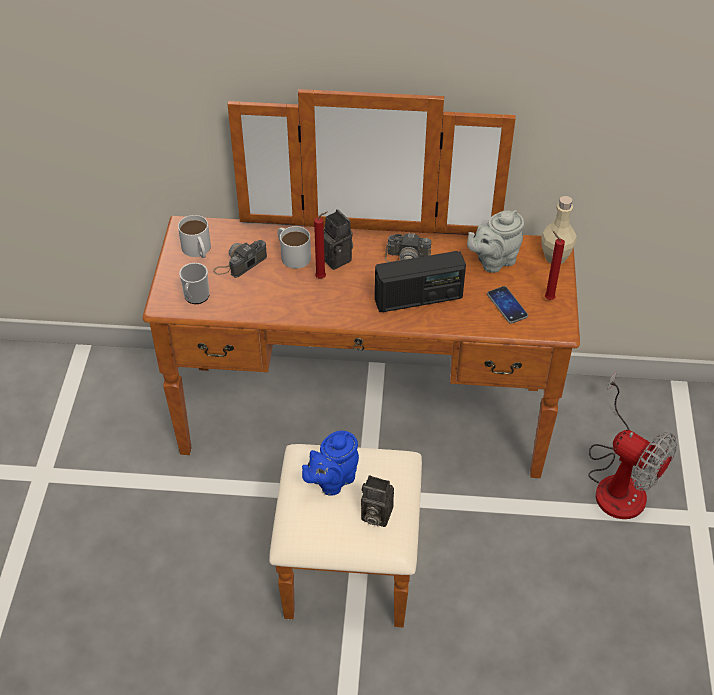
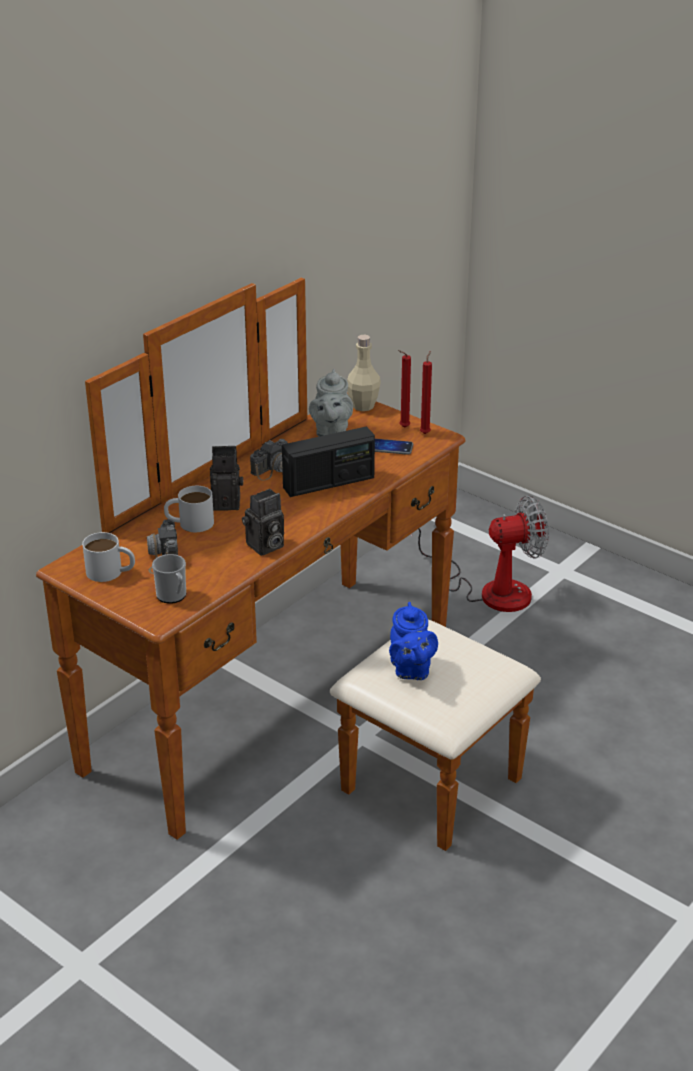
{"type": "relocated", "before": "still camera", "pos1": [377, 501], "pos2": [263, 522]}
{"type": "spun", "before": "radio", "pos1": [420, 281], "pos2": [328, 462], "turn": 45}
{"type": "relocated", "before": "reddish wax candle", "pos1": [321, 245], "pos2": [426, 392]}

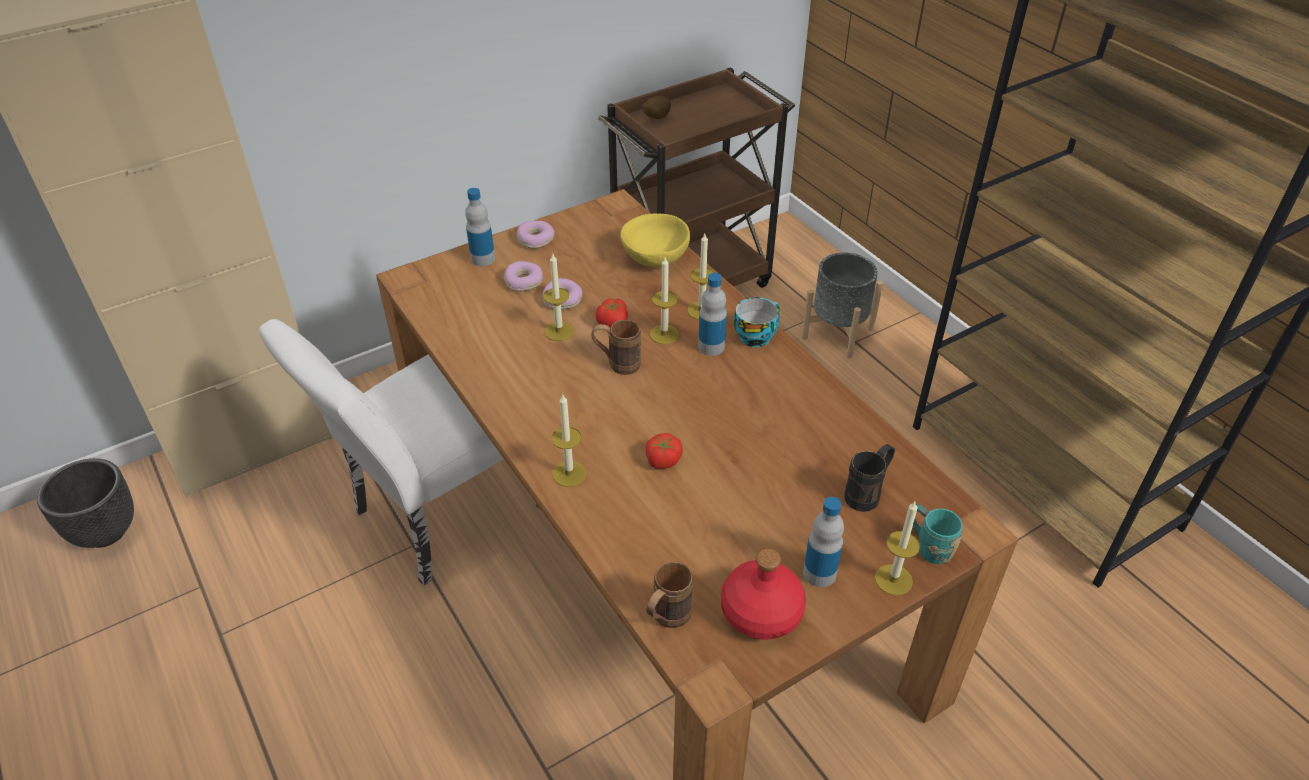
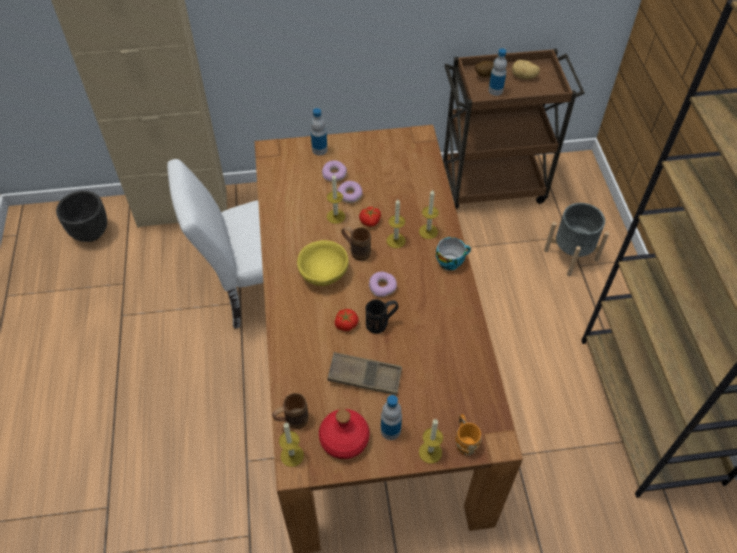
{"type": "relocated", "before": "wax candle", "pos1": [569, 441], "pos2": [291, 444]}
{"type": "relocated", "before": "yellowish serving bowl", "pos1": [655, 240], "pos2": [323, 263]}
{"type": "appeared", "after": "brownish tray", "pos2": [364, 374]}
{"type": "relocated", "before": "black tea mug", "pos1": [869, 478], "pos2": [381, 316]}
{"type": "relocated", "before": "ring doughnut", "pos1": [535, 235], "pos2": [383, 284]}
{"type": "colour", "before": "turquoise-coloured tea mug", "after": "orangey tea mug", "pos1": [937, 534], "pos2": [468, 435]}
{"type": "relocated", "before": "beverage bottle", "pos1": [712, 314], "pos2": [497, 72]}
{"type": "appeared", "after": "potato", "pos2": [526, 69]}

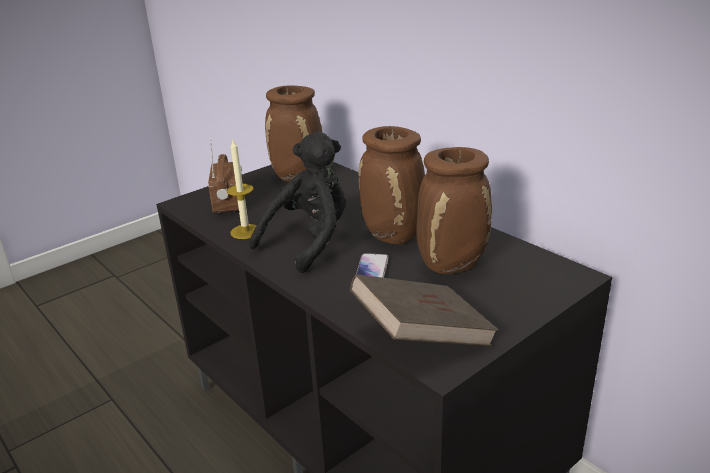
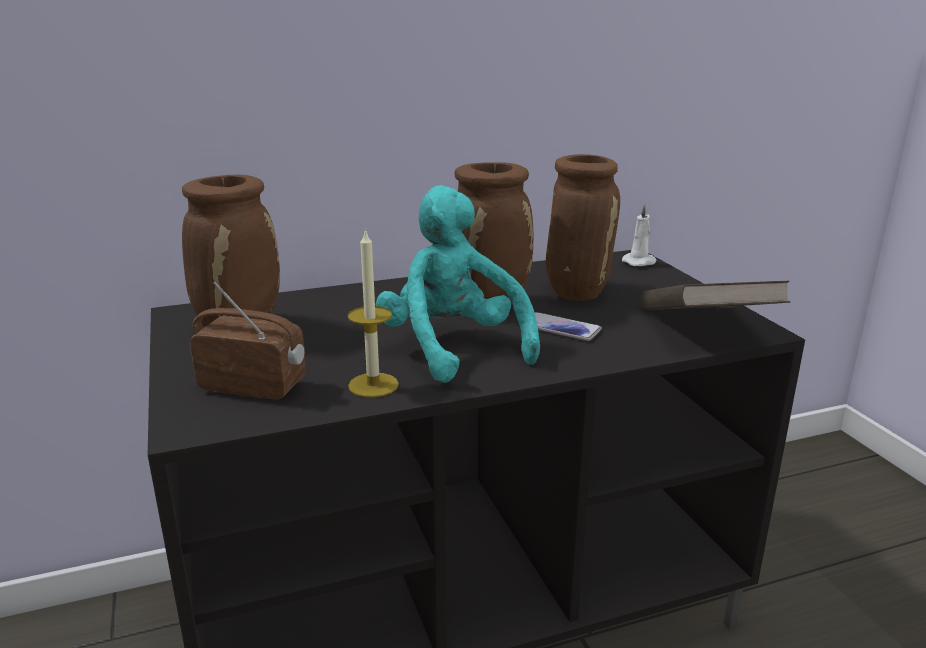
{"type": "colour", "before": "black soft toy", "after": "turquoise-coloured soft toy", "pos1": [297, 202], "pos2": [457, 284]}
{"type": "appeared", "after": "white-coloured wax candle", "pos2": [639, 235]}

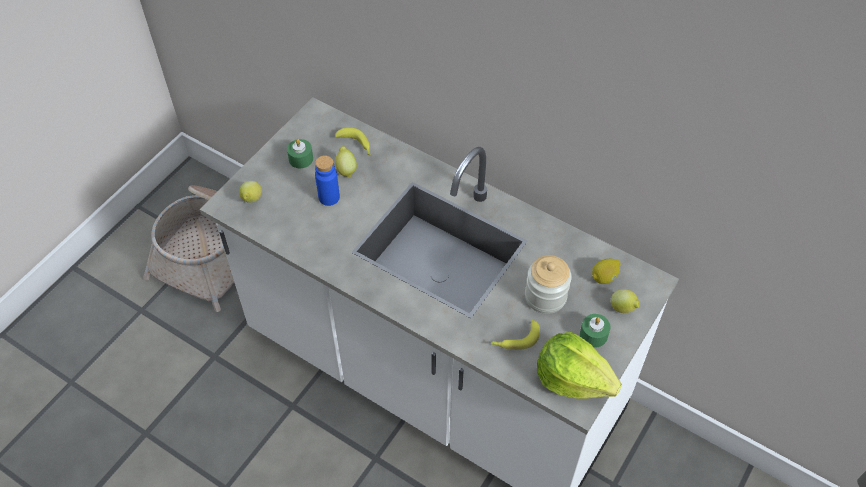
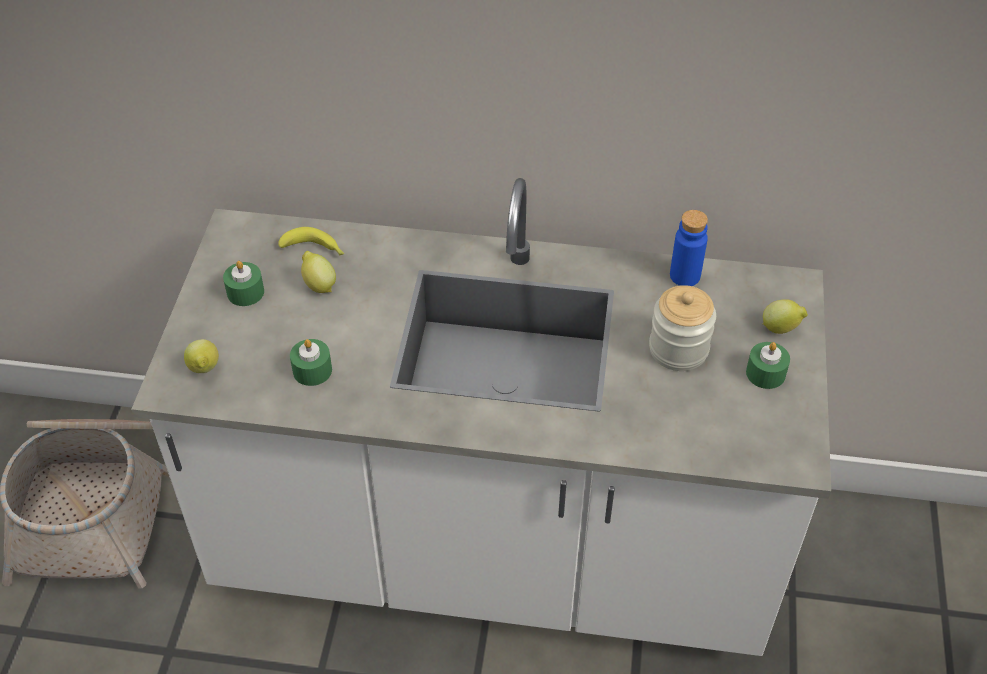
{"type": "appeared", "after": "green-coloured wax candle", "pos2": [311, 362]}
{"type": "relocated", "before": "blue-coloured beverage bottle", "pos1": [327, 180], "pos2": [689, 248]}
{"type": "missing", "before": "whole banana", "pos1": [515, 335]}
{"type": "missing", "before": "lettuce head", "pos1": [579, 365]}
{"type": "missing", "before": "citrus fruit", "pos1": [606, 271]}

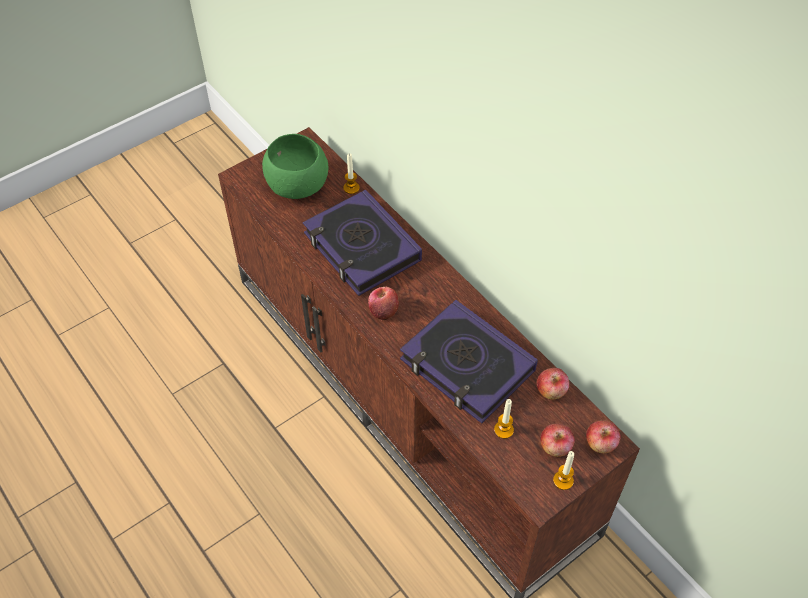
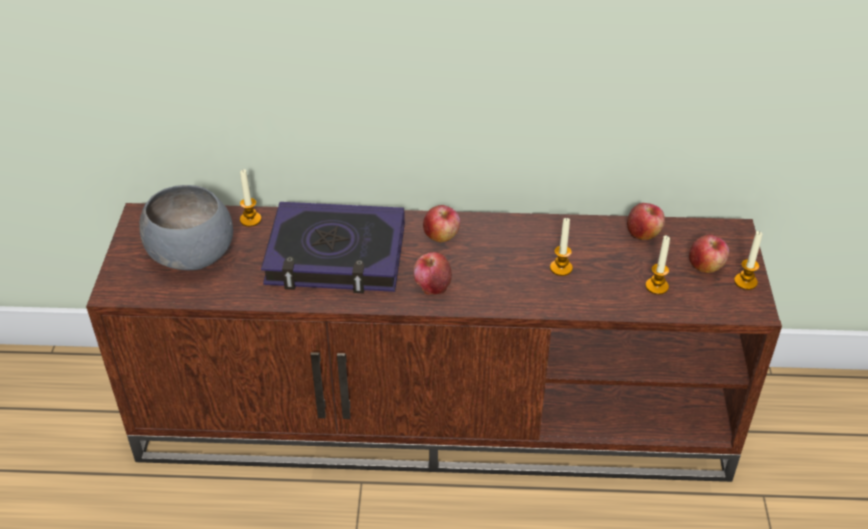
{"type": "colour", "before": "green-coloured serving bowl", "after": "grey serving bowl", "pos1": [295, 166], "pos2": [186, 227]}
{"type": "relocated", "before": "apple fruit", "pos1": [603, 436], "pos2": [441, 224]}
{"type": "exchanged", "before": "volume", "after": "wax candle", "pos1": [469, 361], "pos2": [561, 247]}

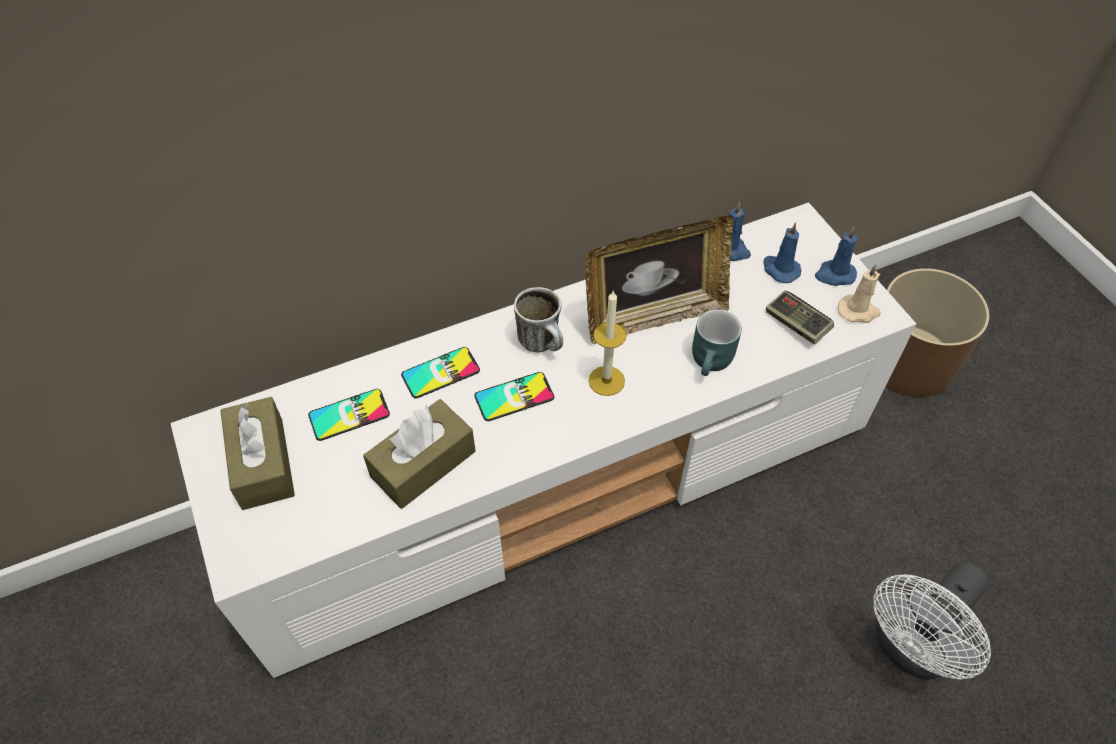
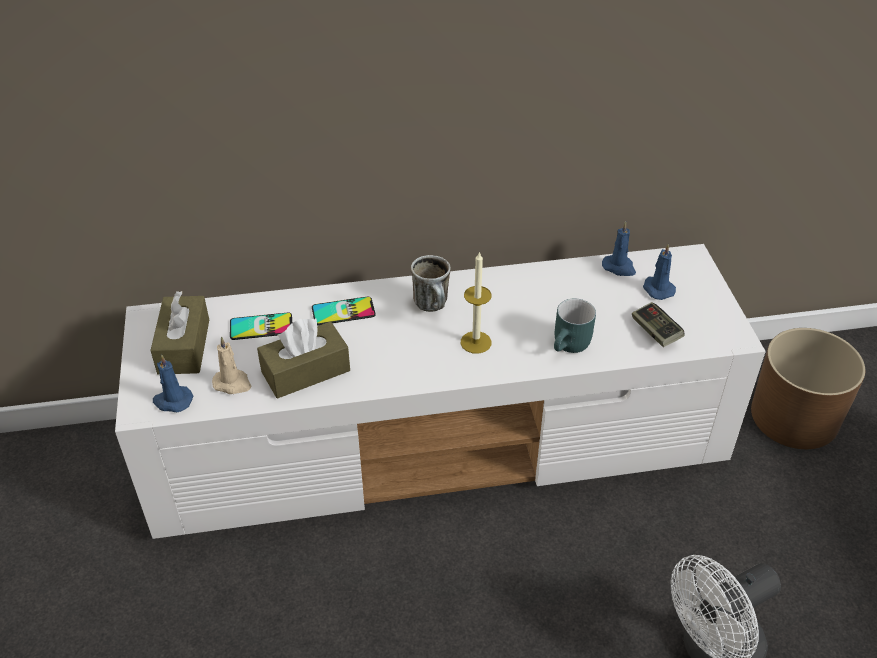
{"type": "relocated", "before": "blue-coloured wax candle", "pos1": [836, 256], "pos2": [173, 383]}
{"type": "relocated", "before": "beige wax candle", "pos1": [859, 293], "pos2": [231, 365]}
{"type": "missing", "before": "telephone", "pos1": [514, 396]}
{"type": "missing", "before": "picture frame", "pos1": [659, 280]}

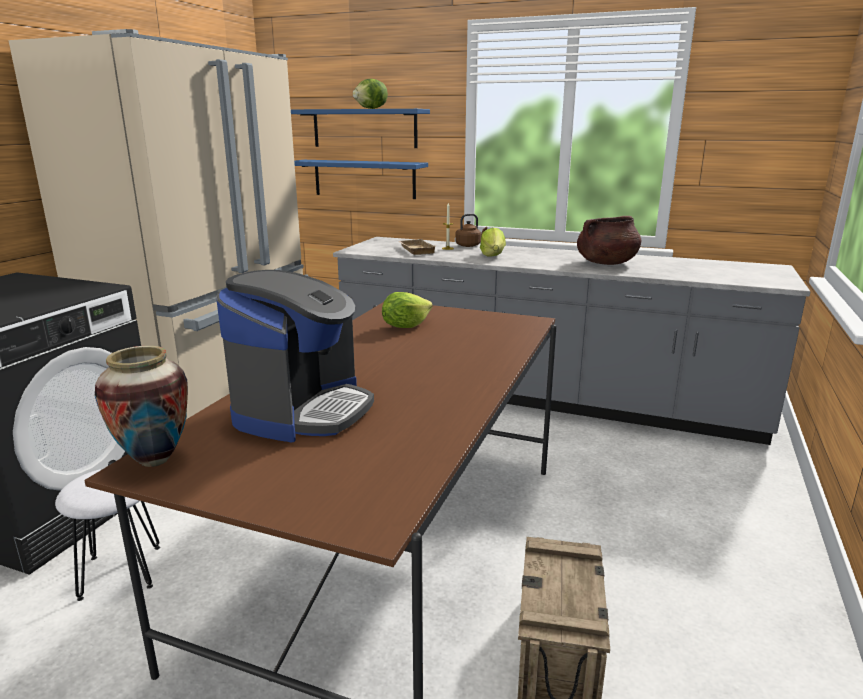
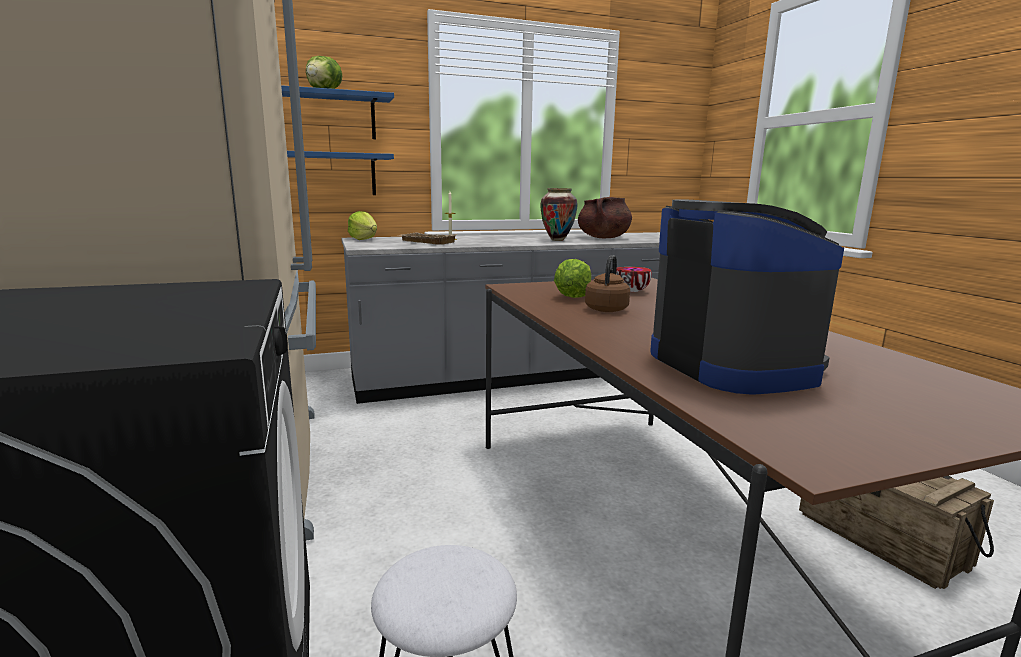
{"type": "relocated", "before": "lettuce head", "pos1": [493, 242], "pos2": [362, 225]}
{"type": "relocated", "before": "vase", "pos1": [141, 406], "pos2": [559, 214]}
{"type": "relocated", "before": "brownish water kettle", "pos1": [471, 230], "pos2": [607, 283]}
{"type": "appeared", "after": "serving bowl", "pos2": [634, 279]}

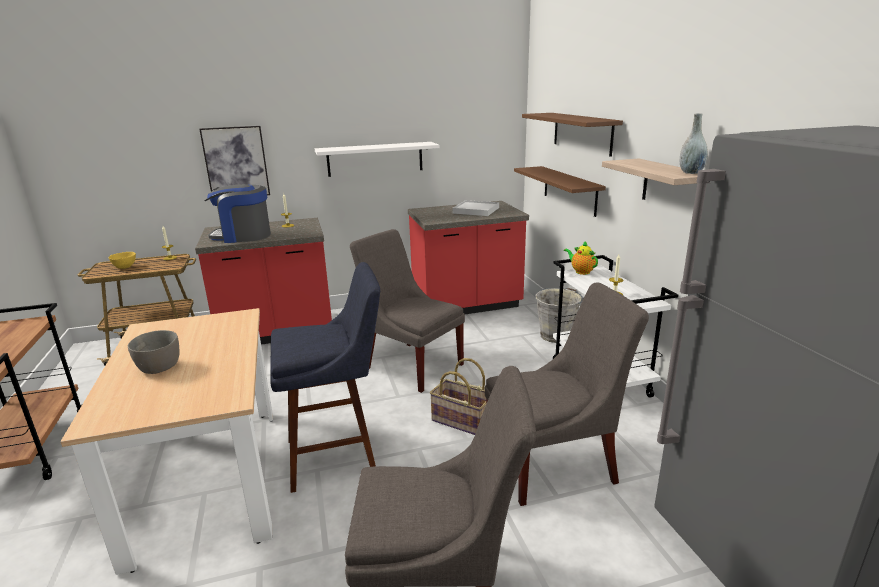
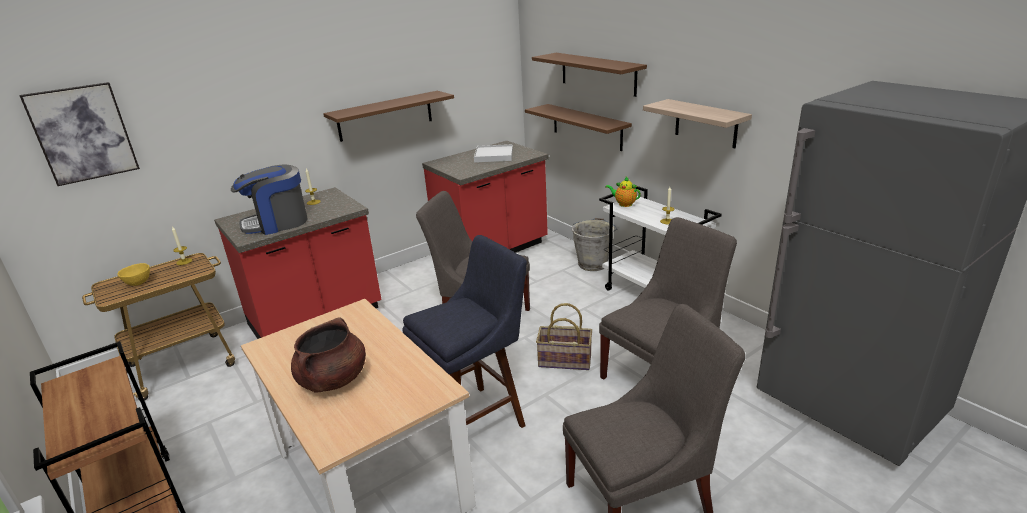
{"type": "relocated", "before": "picture", "pos1": [234, 160], "pos2": [79, 134]}
{"type": "exchanged", "before": "grey serving bowl", "after": "brownish stockpot", "pos1": [153, 352], "pos2": [328, 354]}
{"type": "colour", "before": "white-coloured bracket shelf", "after": "brownish bracket shelf", "pos1": [377, 159], "pos2": [388, 116]}
{"type": "missing", "before": "grey vase", "pos1": [694, 143]}

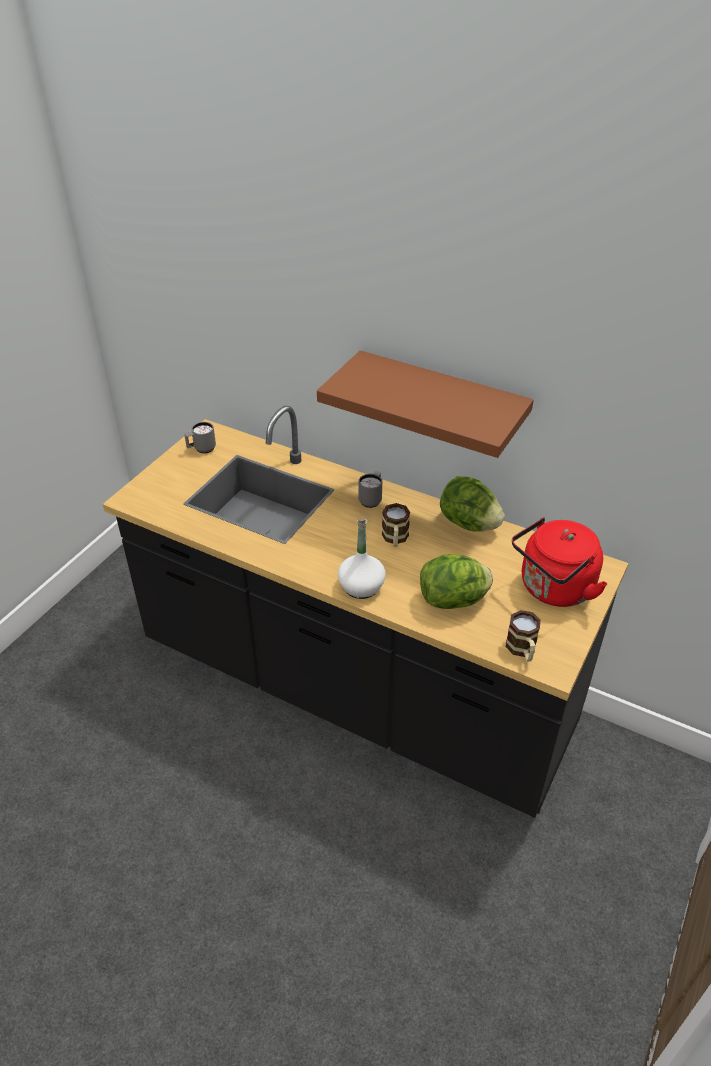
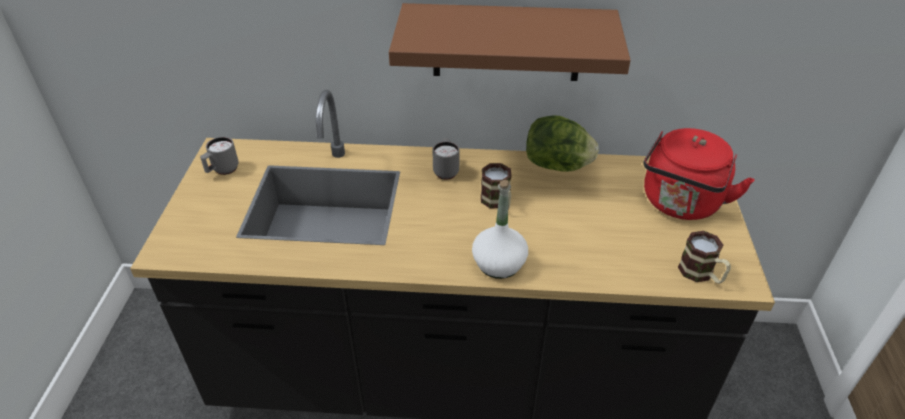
{"type": "missing", "before": "lettuce head", "pos1": [456, 581]}

